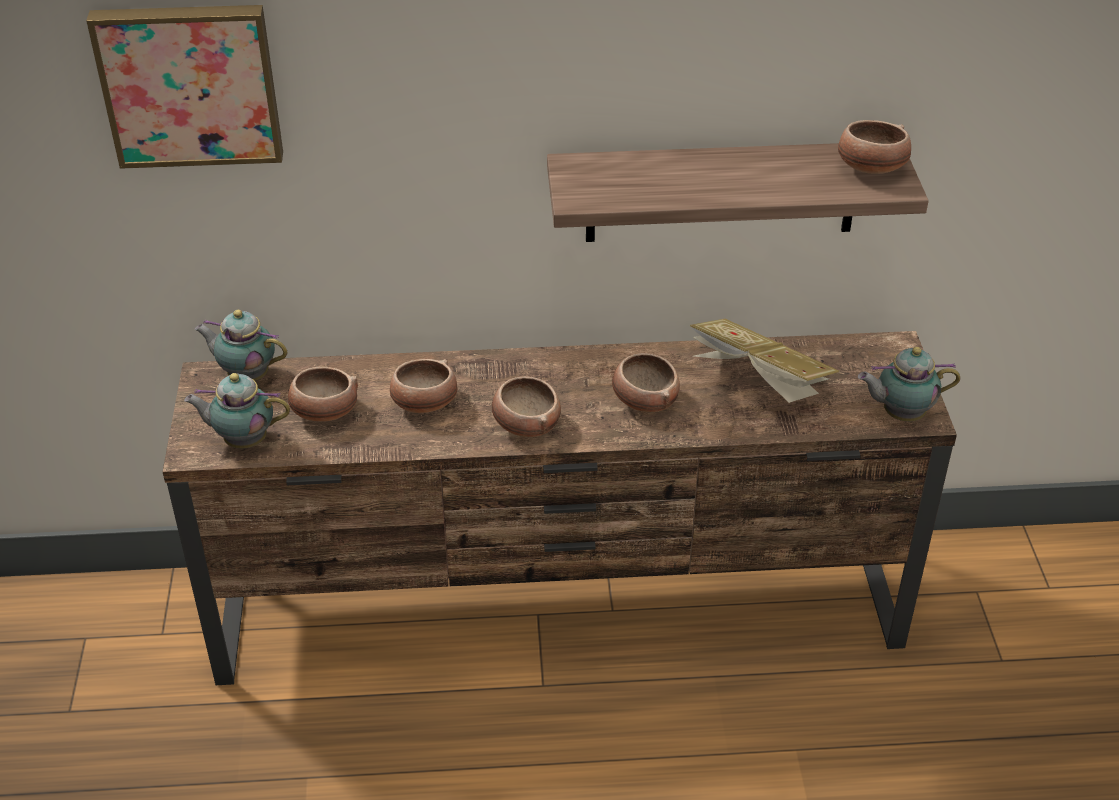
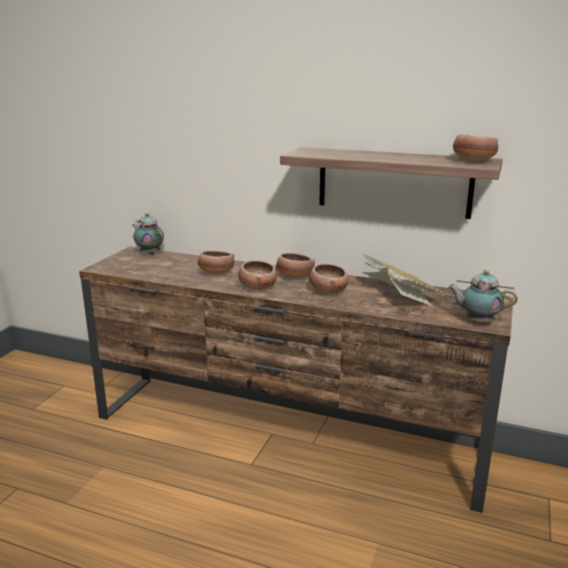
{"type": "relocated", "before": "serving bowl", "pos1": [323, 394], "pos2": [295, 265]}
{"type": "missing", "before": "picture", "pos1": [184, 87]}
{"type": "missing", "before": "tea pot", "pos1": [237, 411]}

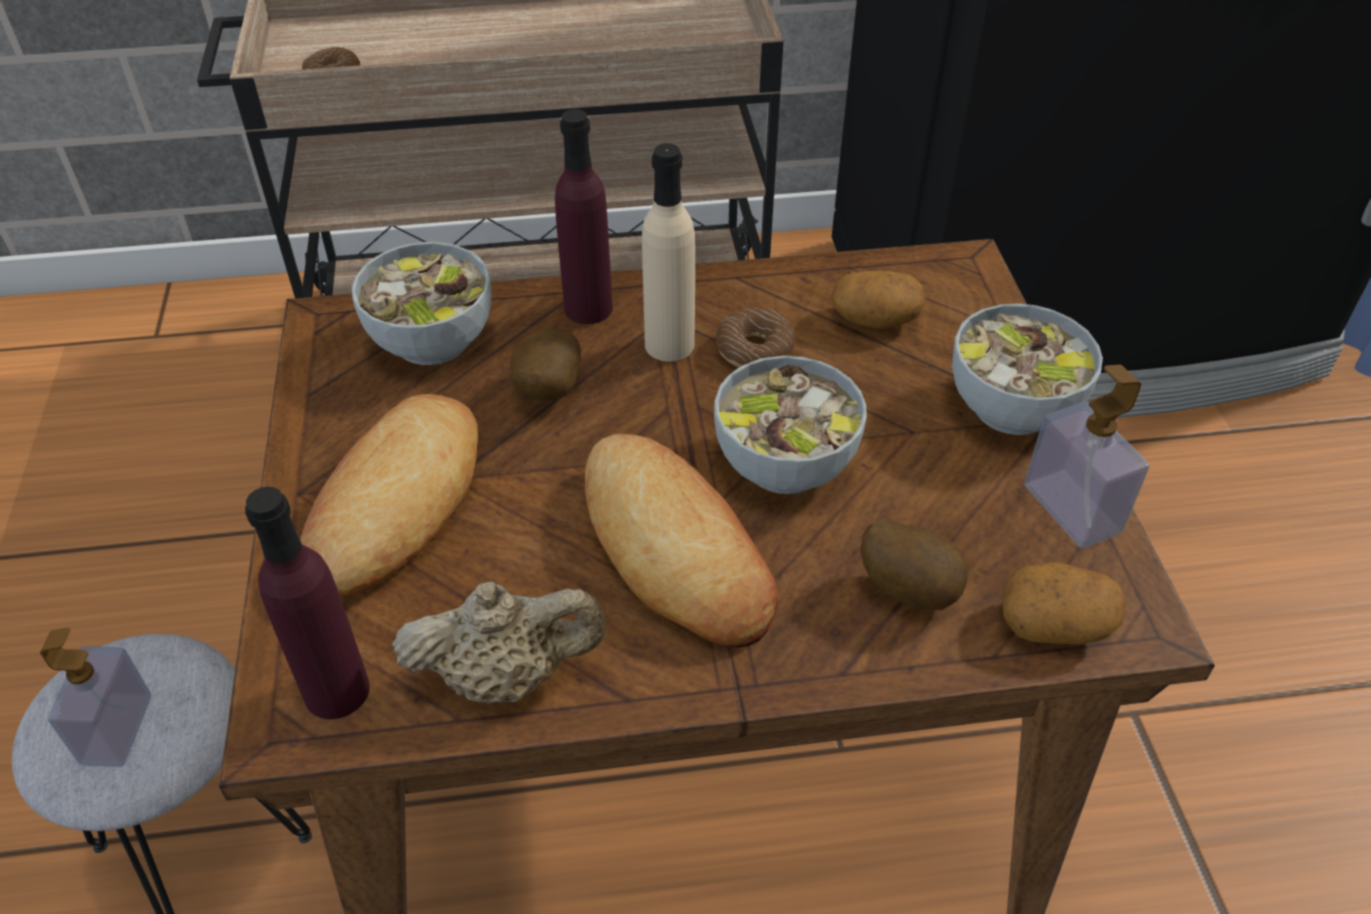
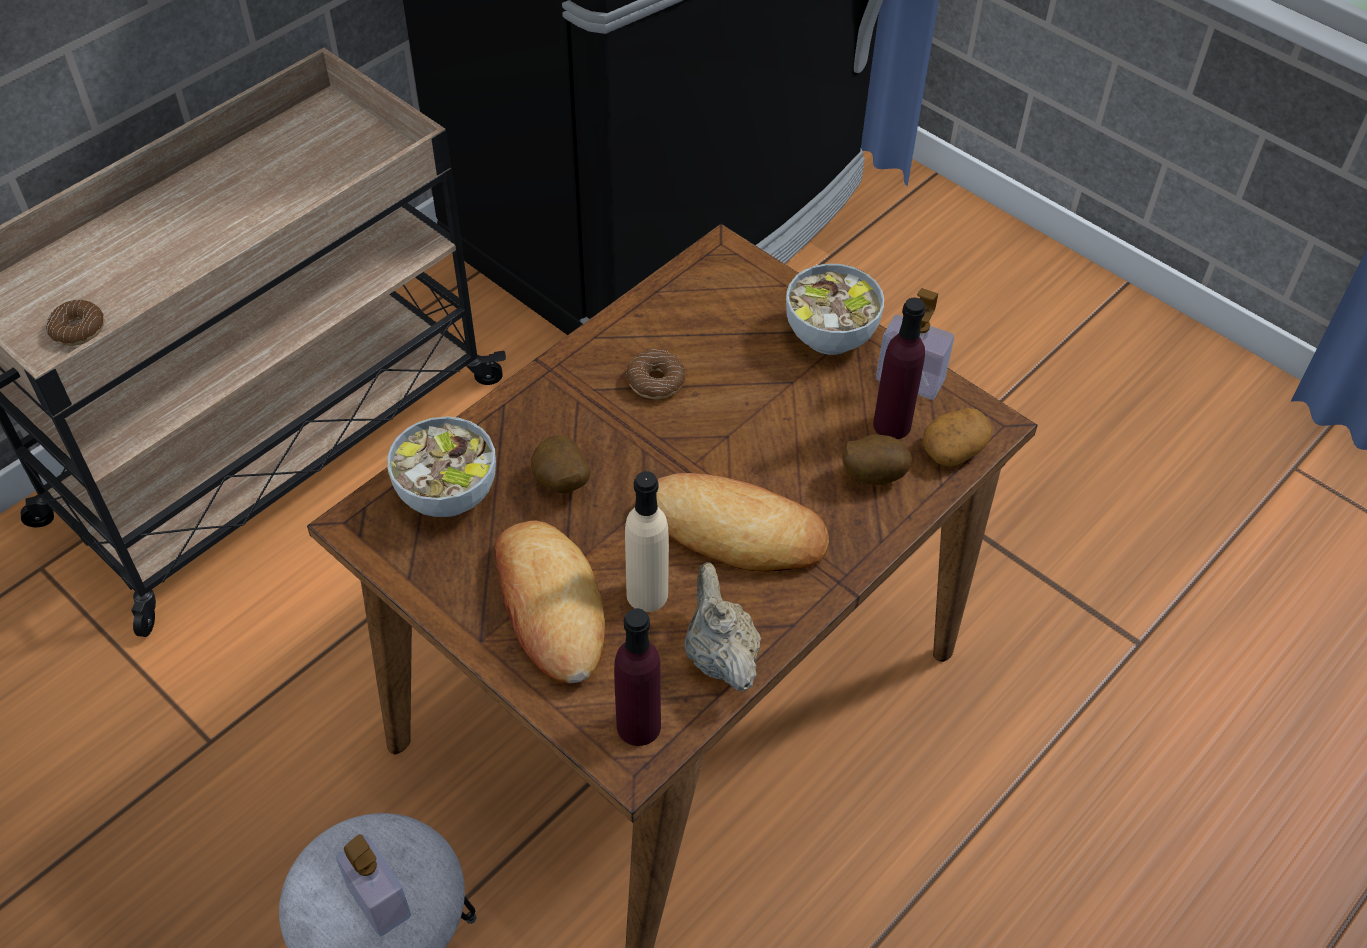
{"type": "relocated", "before": "beige beverage bottle", "pos1": [668, 252], "pos2": [647, 541]}
{"type": "spun", "before": "beige tea pot", "pos1": [499, 642], "pos2": [722, 627], "turn": -60}
{"type": "relocated", "before": "purplish beverage bottle", "pos1": [584, 216], "pos2": [899, 368]}
{"type": "missing", "before": "serving bowl", "pos1": [790, 425]}
{"type": "missing", "before": "potato", "pos1": [878, 299]}

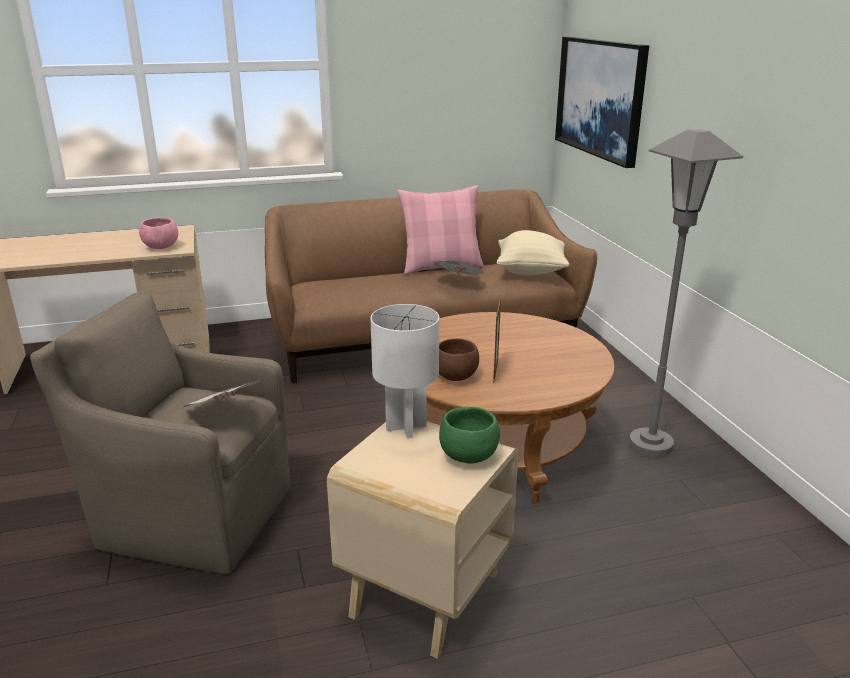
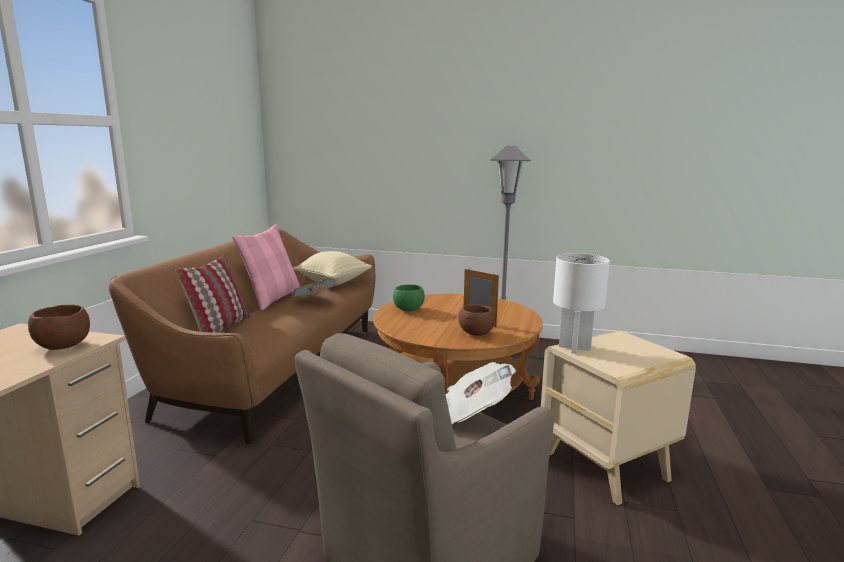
{"type": "colour", "before": "pink-coloured serving bowl", "after": "brownish serving bowl", "pos1": [158, 233], "pos2": [59, 327]}
{"type": "appeared", "after": "cushion", "pos2": [212, 294]}
{"type": "relocated", "before": "green-coloured serving bowl", "pos1": [469, 435], "pos2": [409, 297]}
{"type": "missing", "before": "picture", "pos1": [602, 102]}

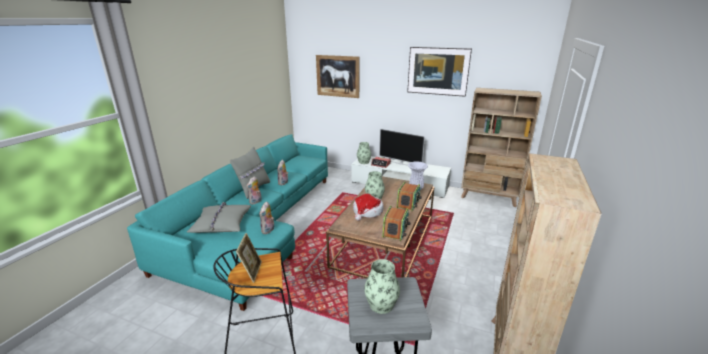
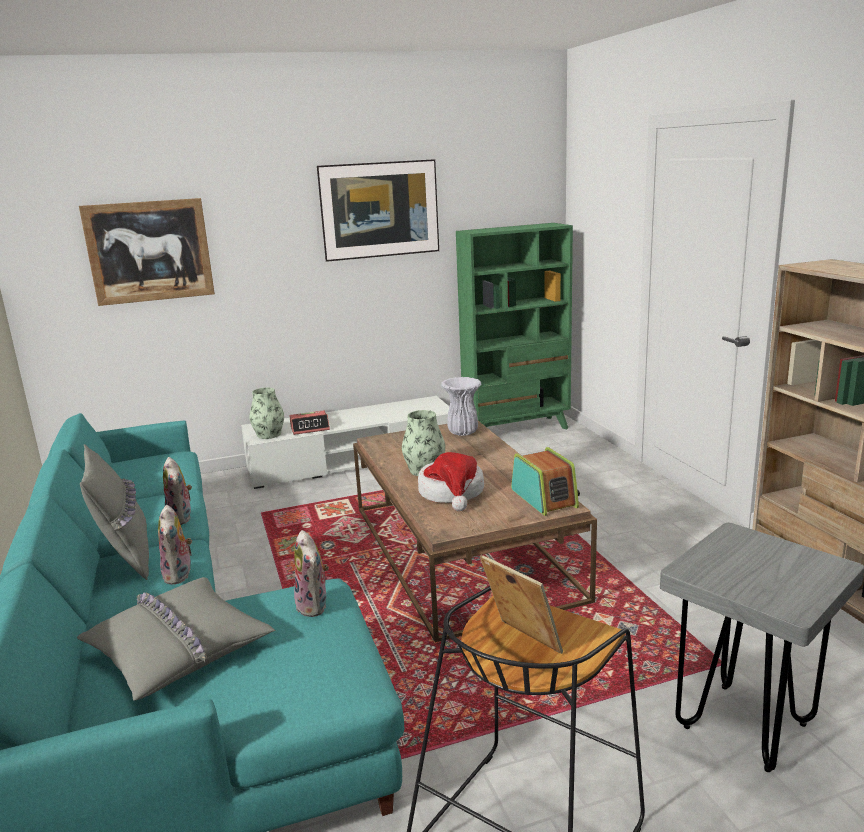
{"type": "colour", "before": "beige shelving unit", "after": "green-coloured shelving unit", "pos1": [501, 147], "pos2": [514, 326]}
{"type": "missing", "before": "vase", "pos1": [382, 286]}
{"type": "missing", "before": "TV set", "pos1": [402, 147]}
{"type": "missing", "before": "radio", "pos1": [409, 196]}

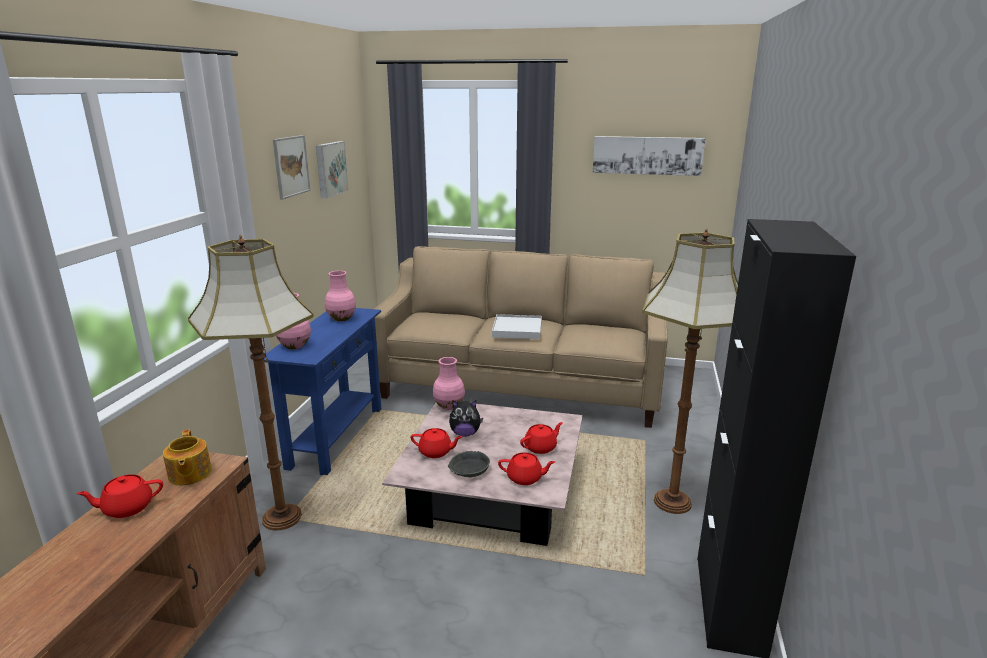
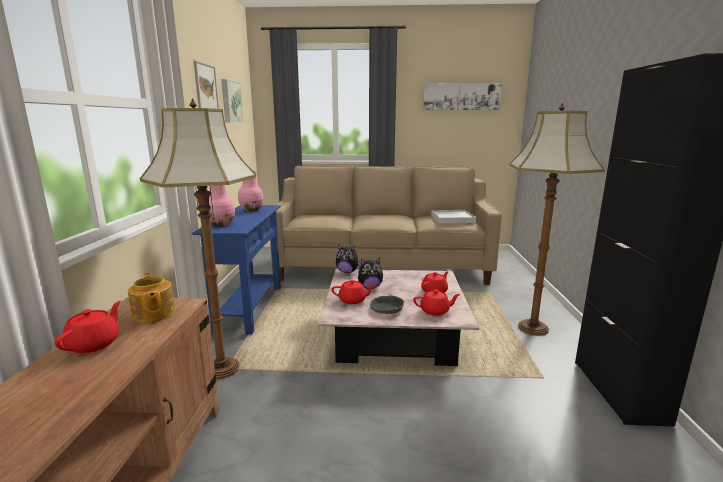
{"type": "spun", "before": "reddish tea pot", "pos1": [119, 496], "pos2": [87, 327], "turn": 135}
{"type": "exchanged", "before": "pink-coloured vase", "after": "soft toy", "pos1": [449, 383], "pos2": [348, 258]}
{"type": "relocated", "before": "white-coloured tray", "pos1": [517, 326], "pos2": [453, 216]}

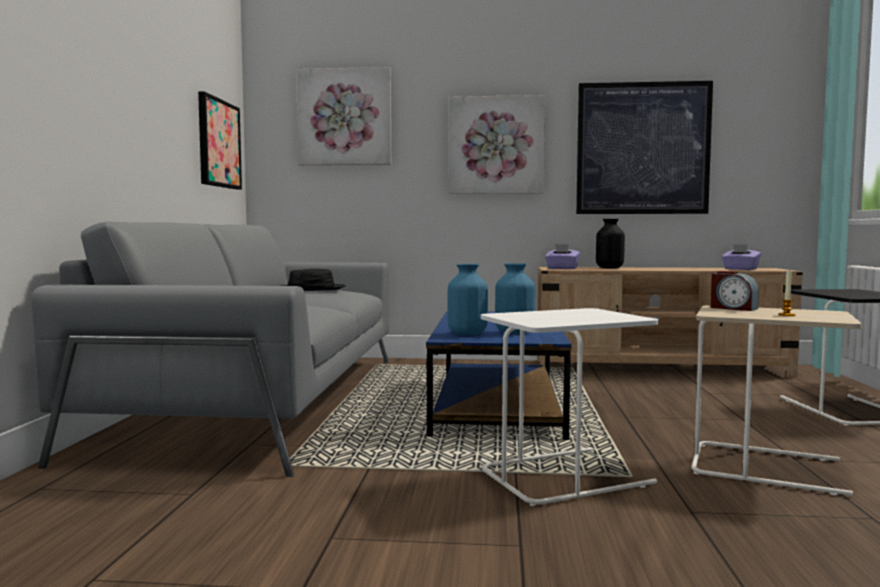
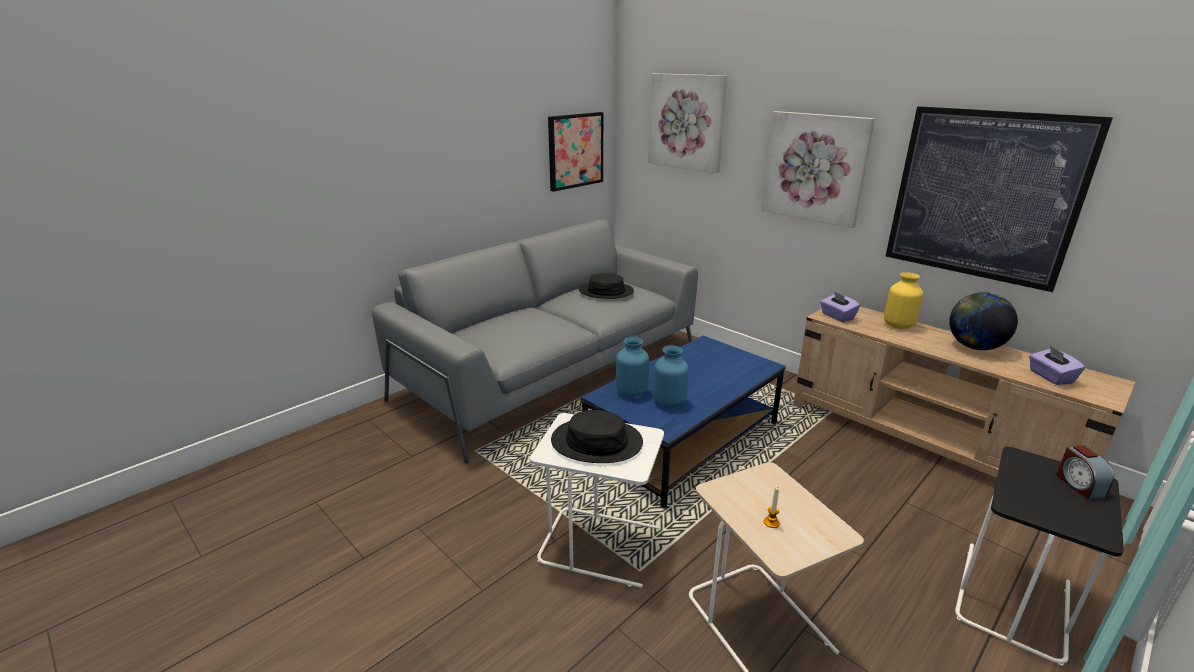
{"type": "appeared", "after": "black wearable hat", "pos2": [597, 436]}
{"type": "colour", "before": "black vase", "after": "yellowish vase", "pos1": [610, 243], "pos2": [903, 300]}
{"type": "appeared", "after": "world globe", "pos2": [983, 321]}
{"type": "relocated", "before": "table clock", "pos1": [735, 291], "pos2": [1085, 472]}

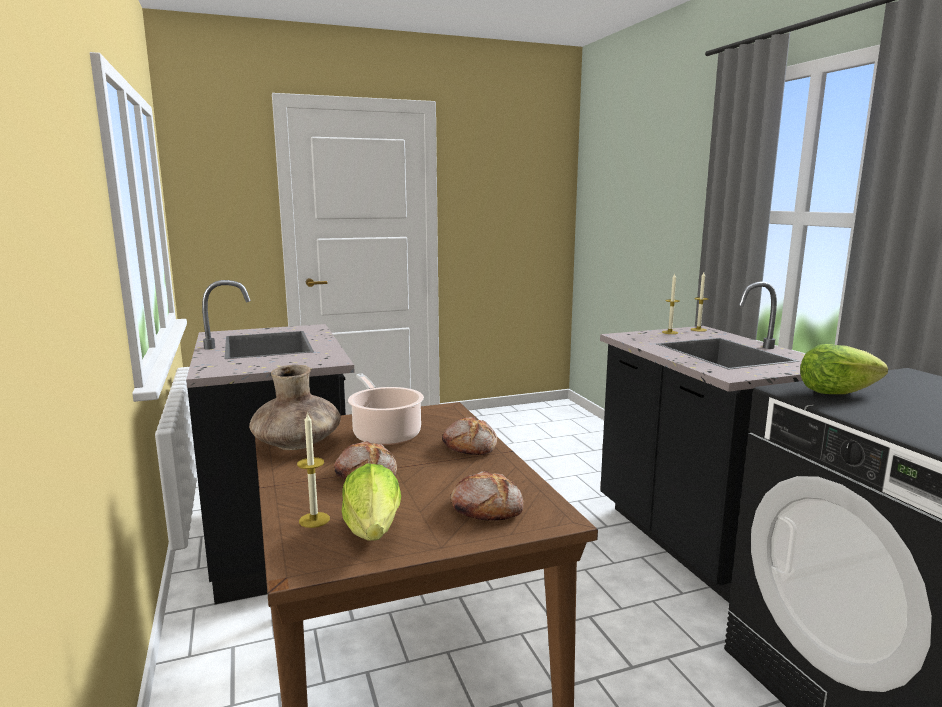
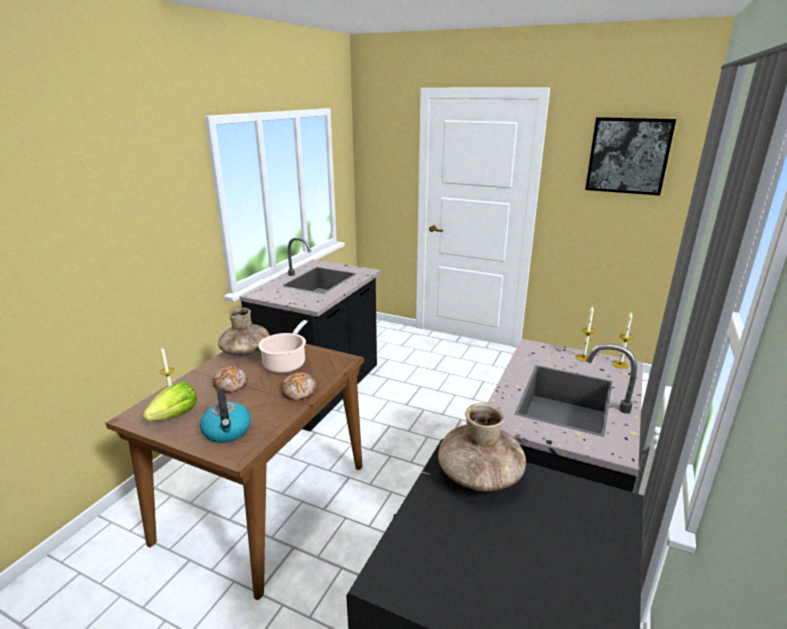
{"type": "exchanged", "before": "bread", "after": "water kettle", "pos1": [487, 496], "pos2": [225, 415]}
{"type": "exchanged", "before": "lettuce head", "after": "brownish vase", "pos1": [844, 369], "pos2": [482, 447]}
{"type": "appeared", "after": "picture", "pos2": [630, 156]}

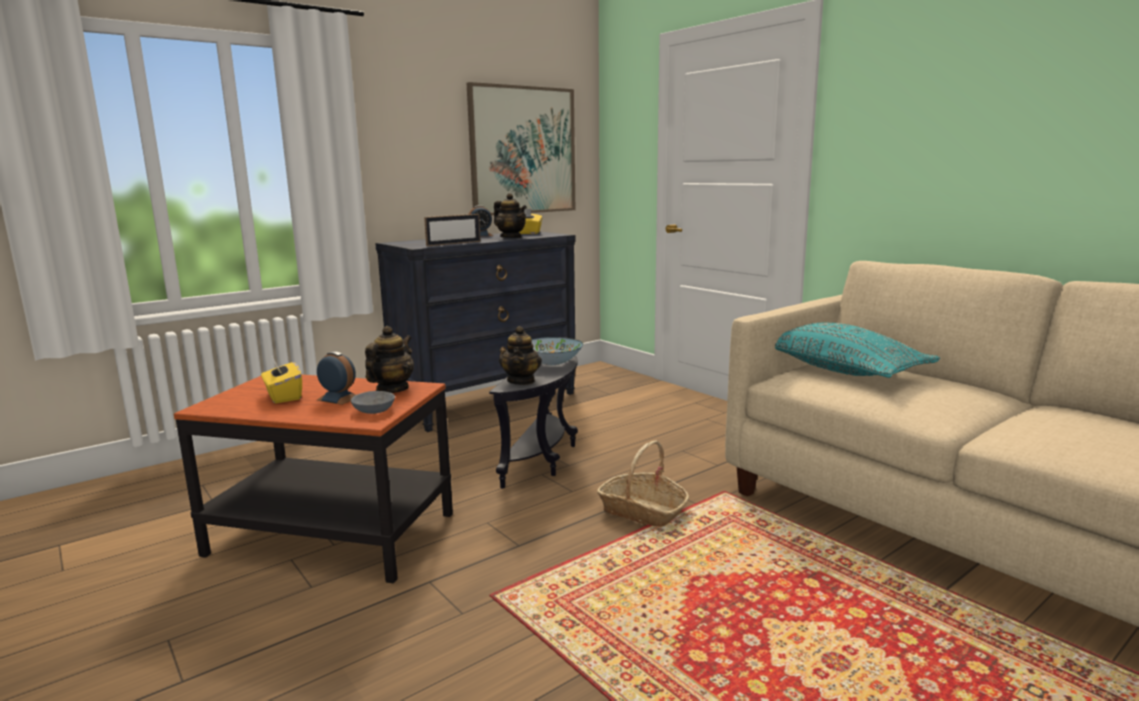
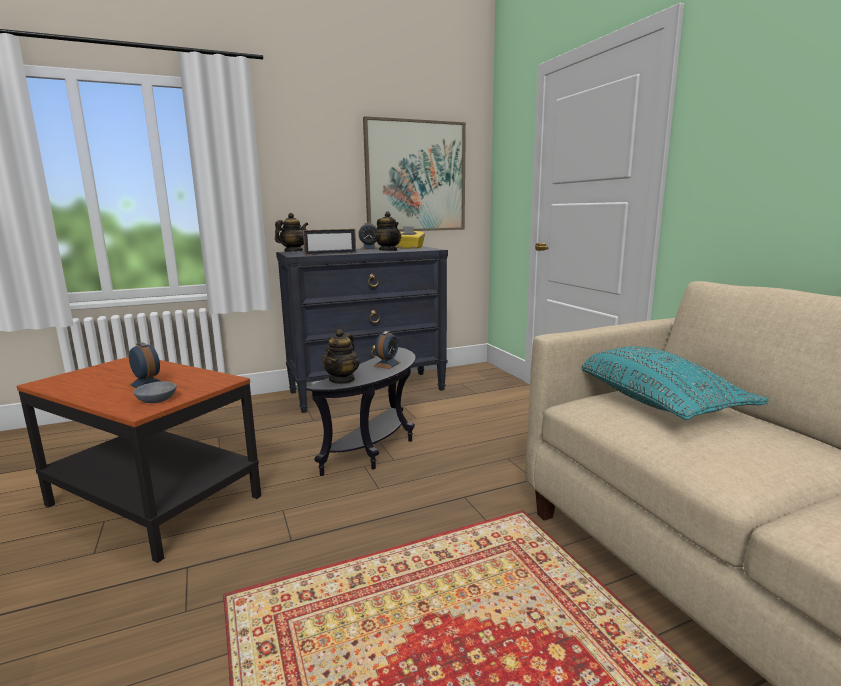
{"type": "relocated", "before": "tea pot", "pos1": [389, 359], "pos2": [291, 232]}
{"type": "exchanged", "before": "serving bowl", "after": "table clock", "pos1": [557, 351], "pos2": [387, 350]}
{"type": "missing", "before": "yellowish tissue box", "pos1": [281, 379]}
{"type": "missing", "before": "basket", "pos1": [643, 483]}

